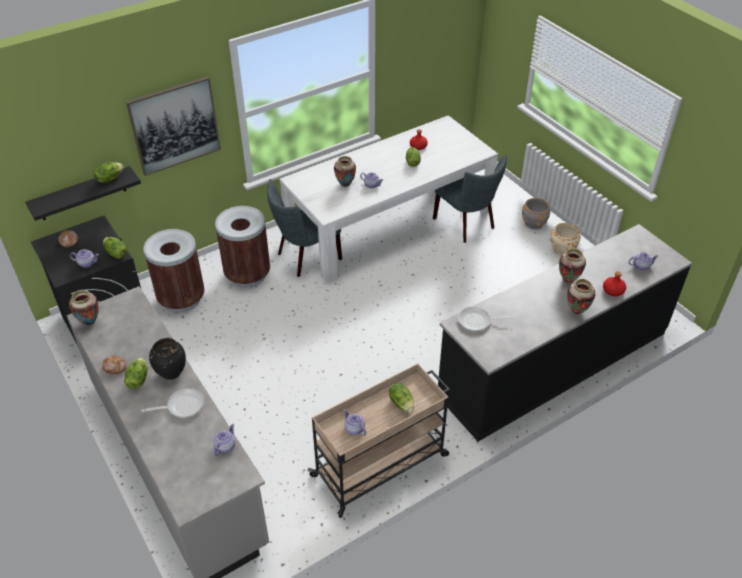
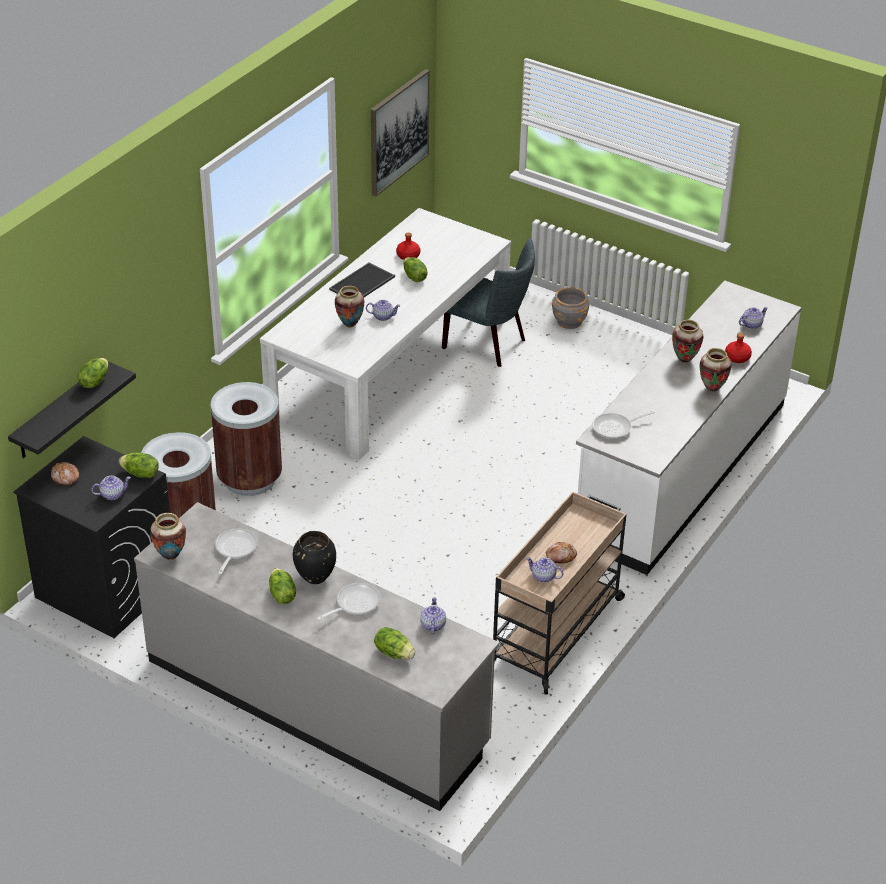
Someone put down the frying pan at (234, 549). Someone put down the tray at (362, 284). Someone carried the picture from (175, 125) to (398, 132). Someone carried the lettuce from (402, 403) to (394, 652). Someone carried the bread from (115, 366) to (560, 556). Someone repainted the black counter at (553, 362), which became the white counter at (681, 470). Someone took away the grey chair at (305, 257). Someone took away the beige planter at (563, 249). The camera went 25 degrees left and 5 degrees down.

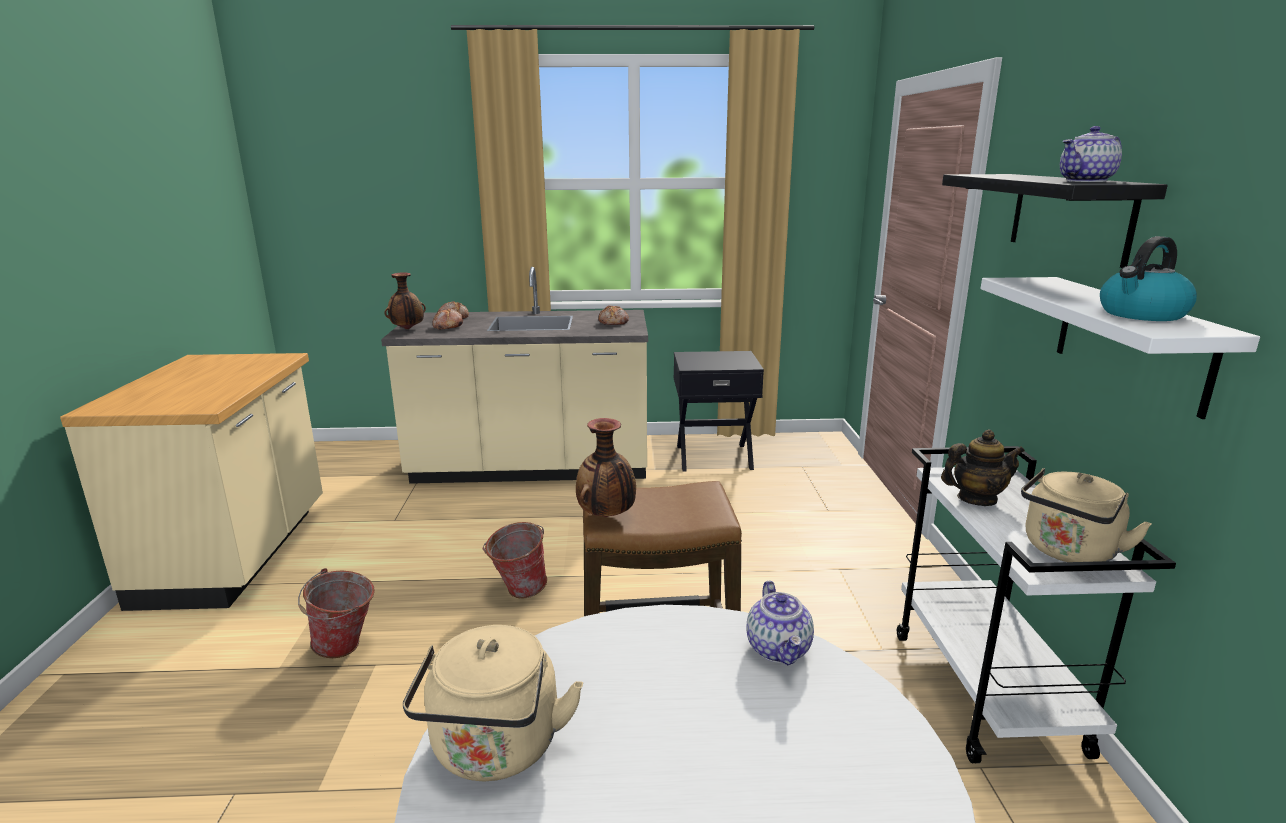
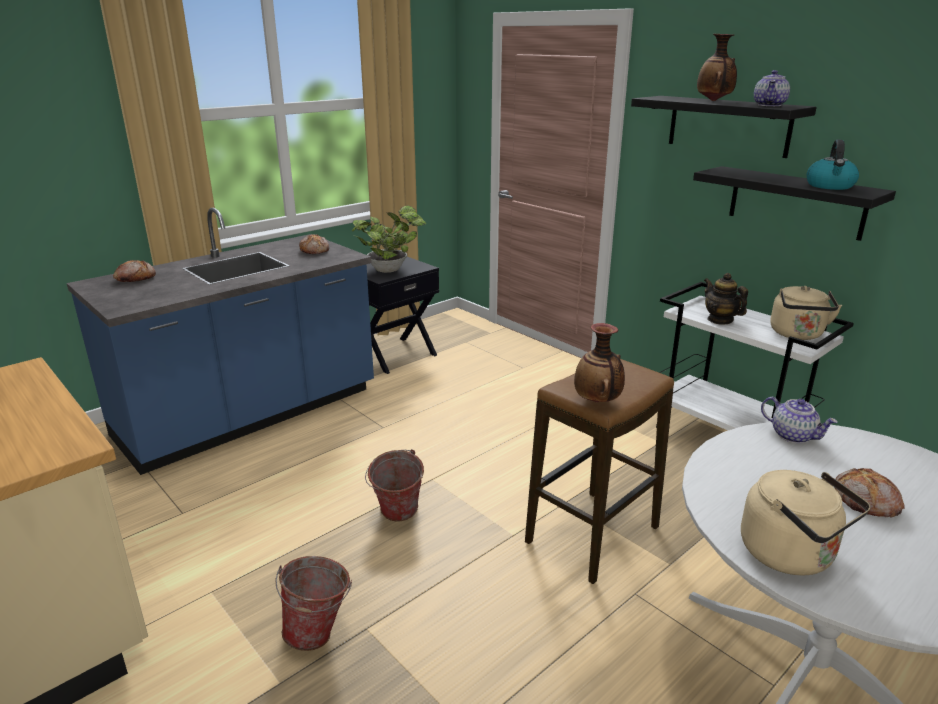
Someone repainted the beige counter at (531, 467), which became the blue counter at (249, 414). Someone put down the potted plant at (390, 269). Someone repainted the white shelf at (1130, 341), which became the black shelf at (796, 202). Someone carried the vase from (407, 329) to (714, 101). Someone rotated the teapot at (976, 499) by 75 degrees counterclockwise. Someone carried the bread from (447, 327) to (866, 501). The camera went 40 degrees left and 5 degrees up.

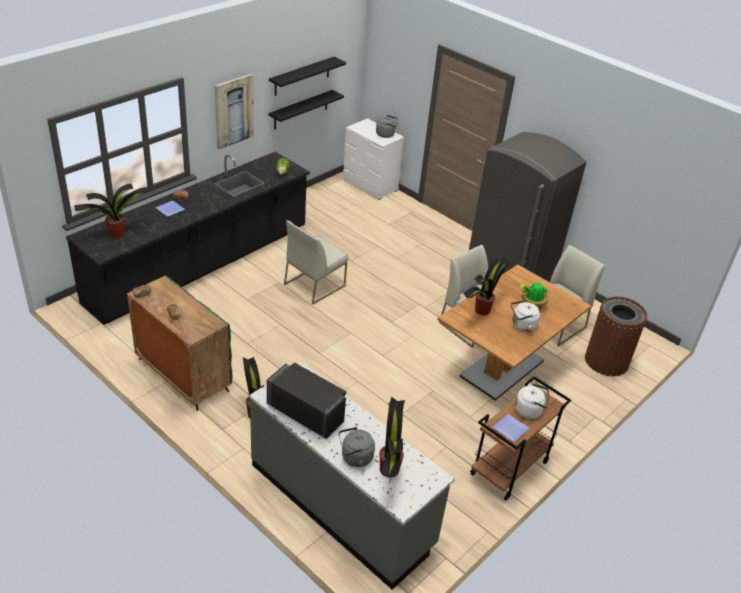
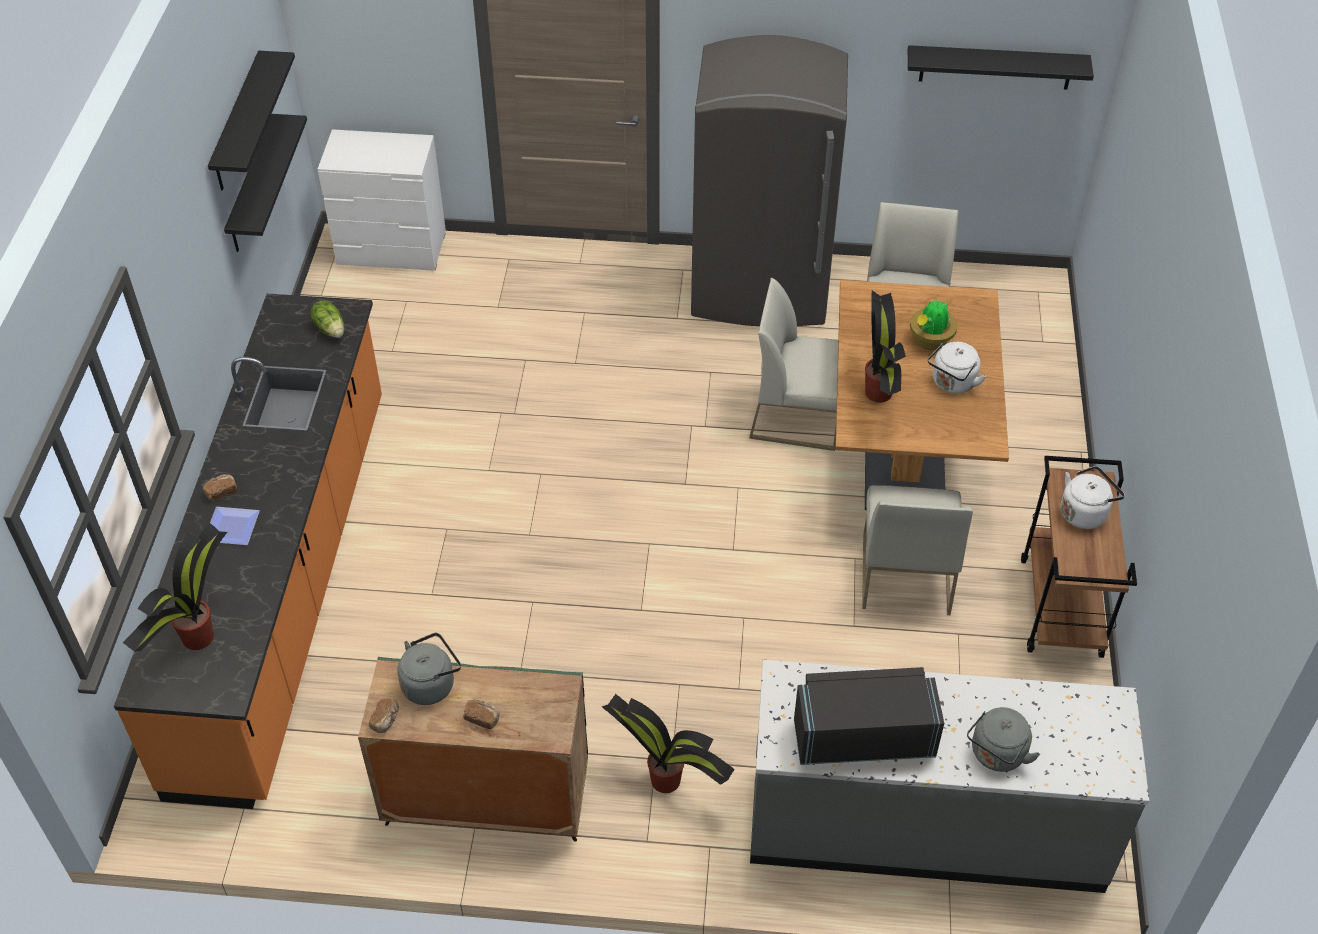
Someone repainted the black counter at (200, 266), which became the orange counter at (286, 584). Someone carried the grey kettle from (386, 134) to (431, 684). Someone carried the white chair from (314, 284) to (904, 573). Someone put up the black shelf at (995, 67). Someone took away the picture at (233, 111). Someone took away the potted plant at (389, 471). Someone took away the plate at (510, 430). Someone took away the brown trash can at (606, 361). The camera went 35 degrees left and 10 degrees up.

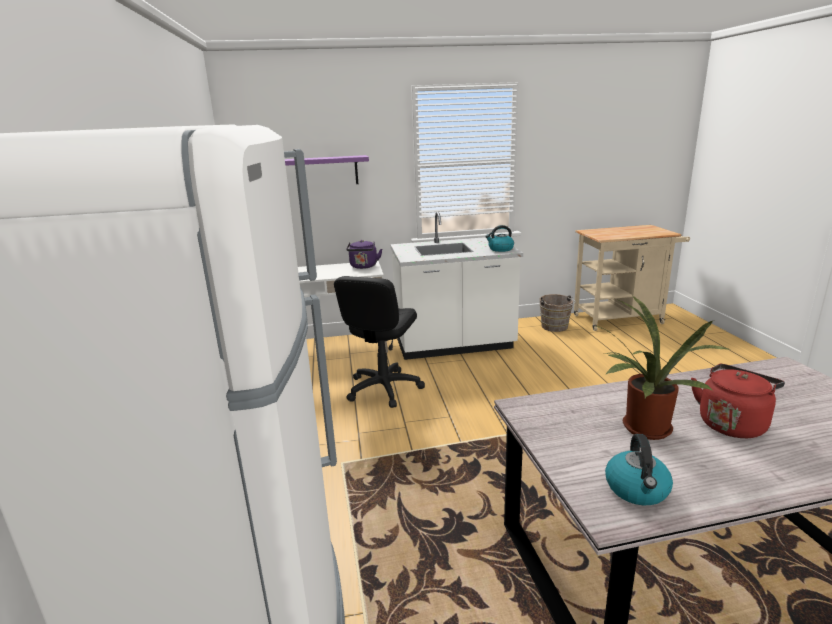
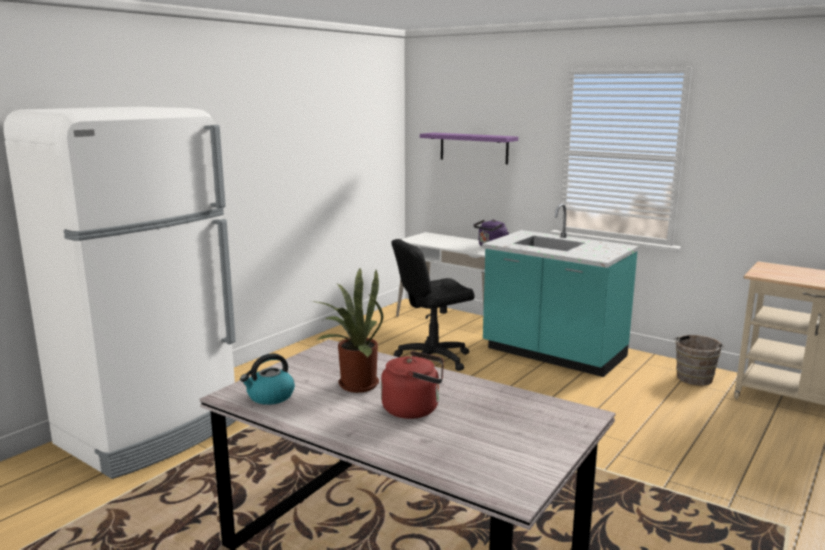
Someone repainted the white counter at (454, 345), which became the turquoise counter at (553, 354). Someone took away the kettle at (500, 249). The camera went 45 degrees right and 5 degrees down.

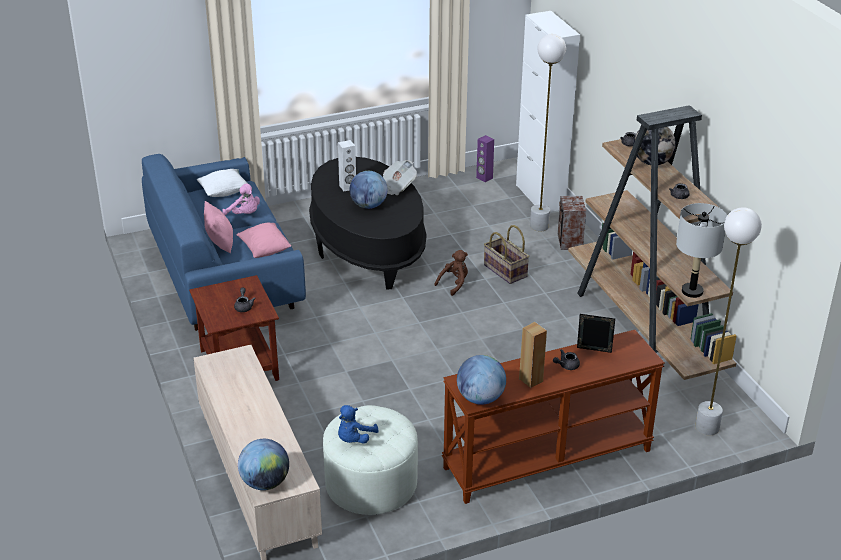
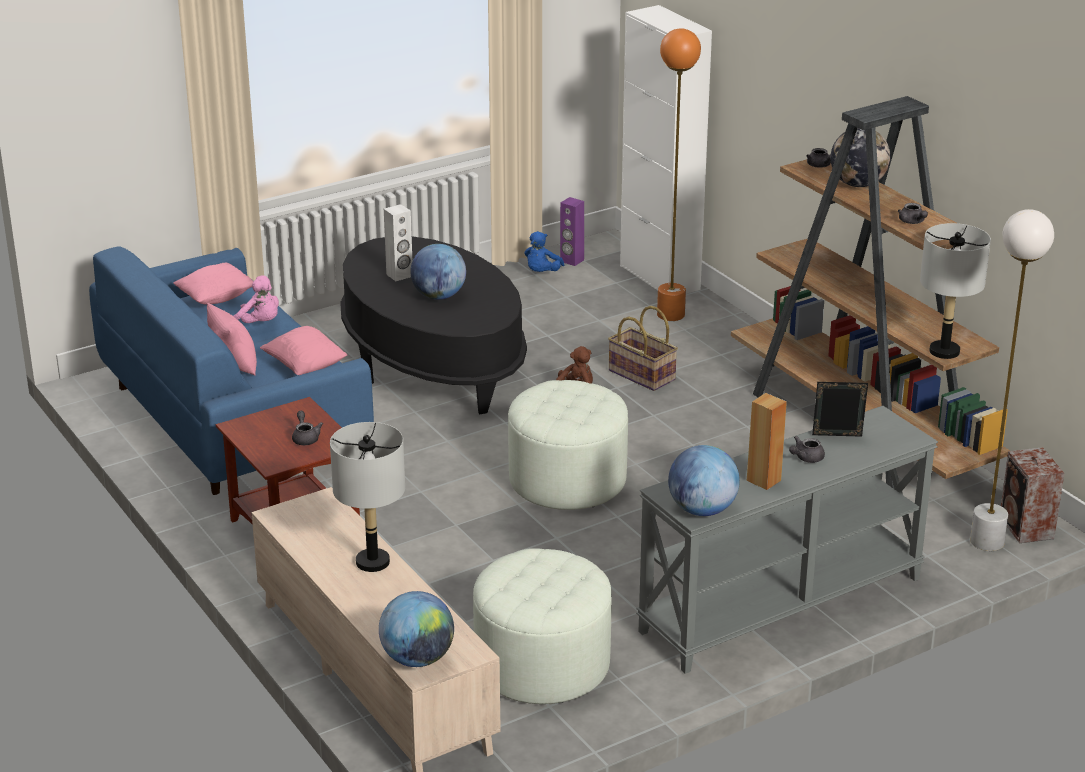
Someone repainted the white pillow at (224, 192), which became the pink pillow at (217, 298). Someone put down the grey table lamp at (372, 562). Someone put down the white ottoman at (567, 480). Someone carried the blue plush toy from (354, 439) to (542, 273). Someone repainted the brown console table at (547, 460), which became the grey console table at (782, 606). Someone repainted the white floor lamp at (539, 226), which became the orange floor lamp at (671, 315). Someone carried the speaker from (569, 242) to (1026, 528). Someone took away the newspaper at (396, 187). The camera went 10 degrees left and 5 degrees down.

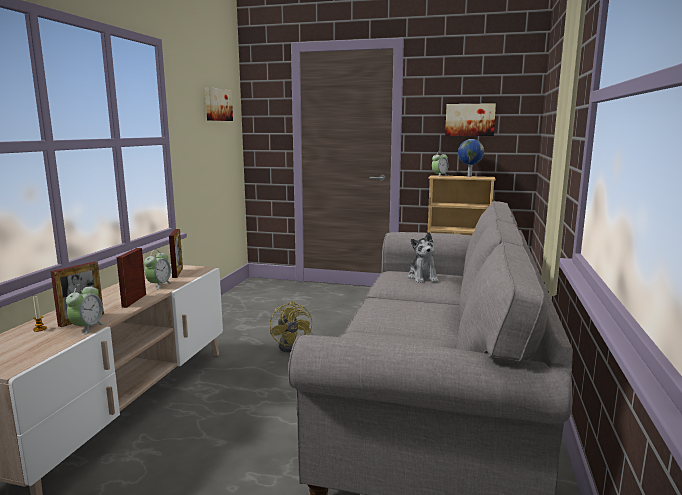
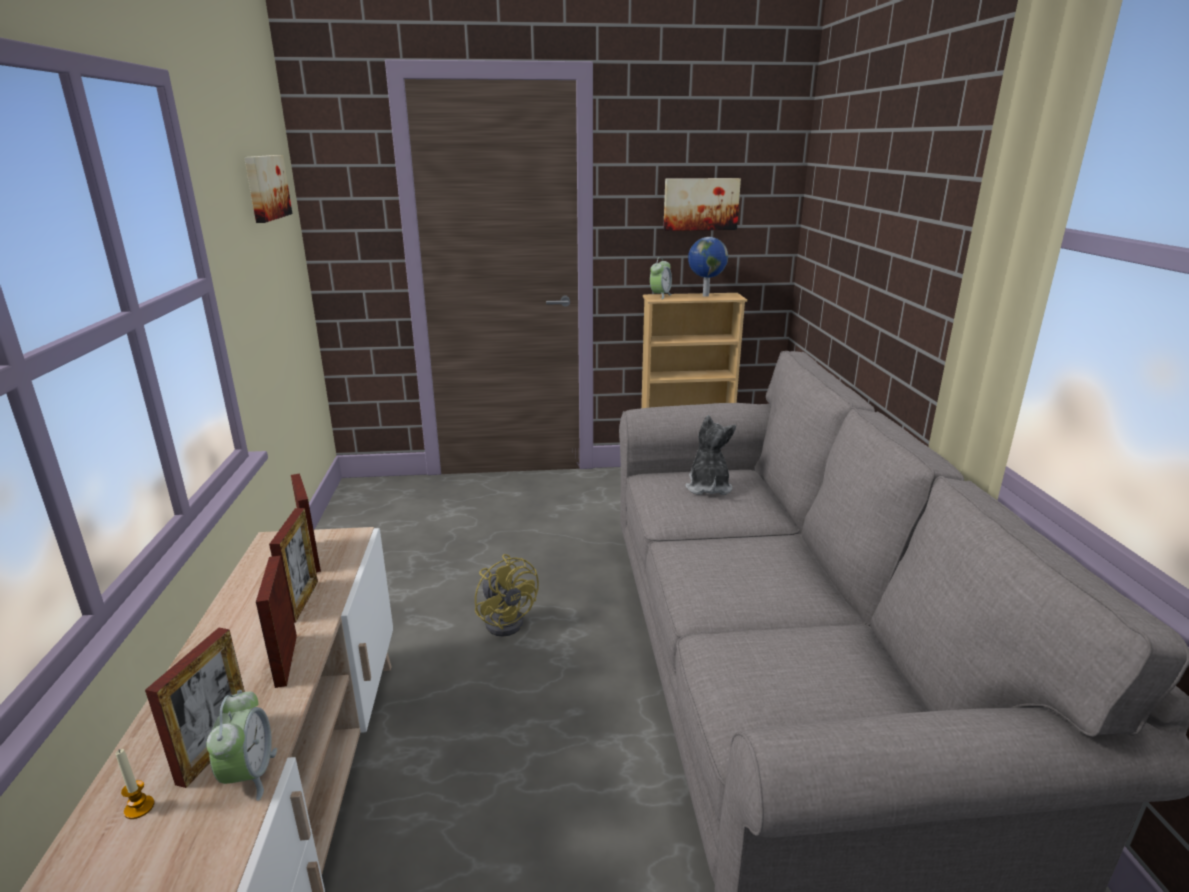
Someone swapped the alarm clock at (159, 285) for the picture frame at (302, 601). Someone rotated the plush toy at (423, 278) by 150 degrees counterclockwise. The camera went 20 degrees left and 10 degrees up.

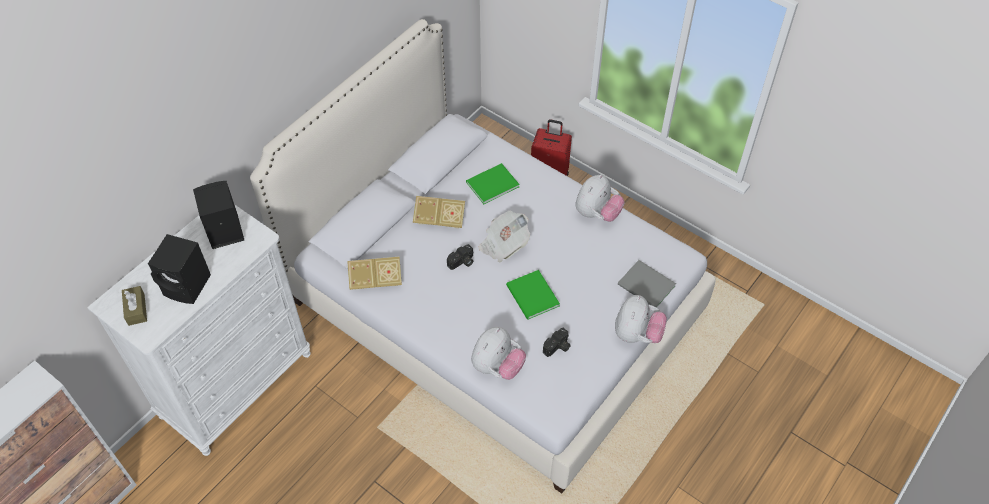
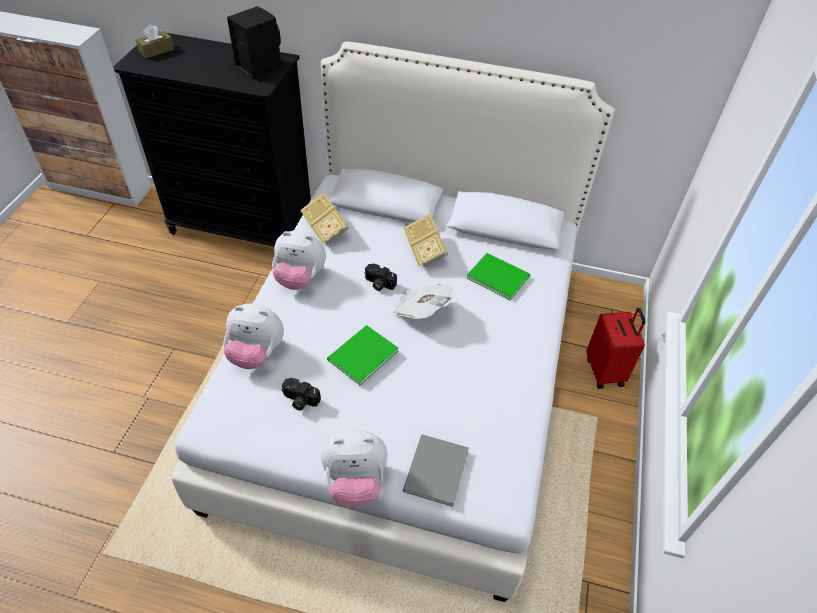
Someone repainted the white dresser at (236, 385), which became the black dresser at (242, 227). Someone carried the plush toy from (597, 213) to (300, 278). Someone took away the black speaker at (188, 286). The camera went 65 degrees right and 5 degrees down.

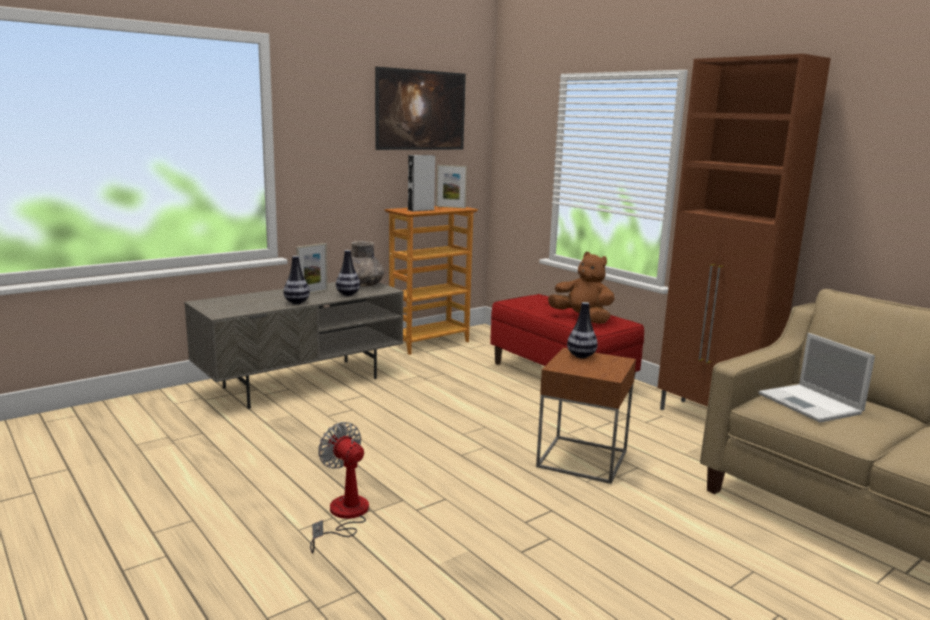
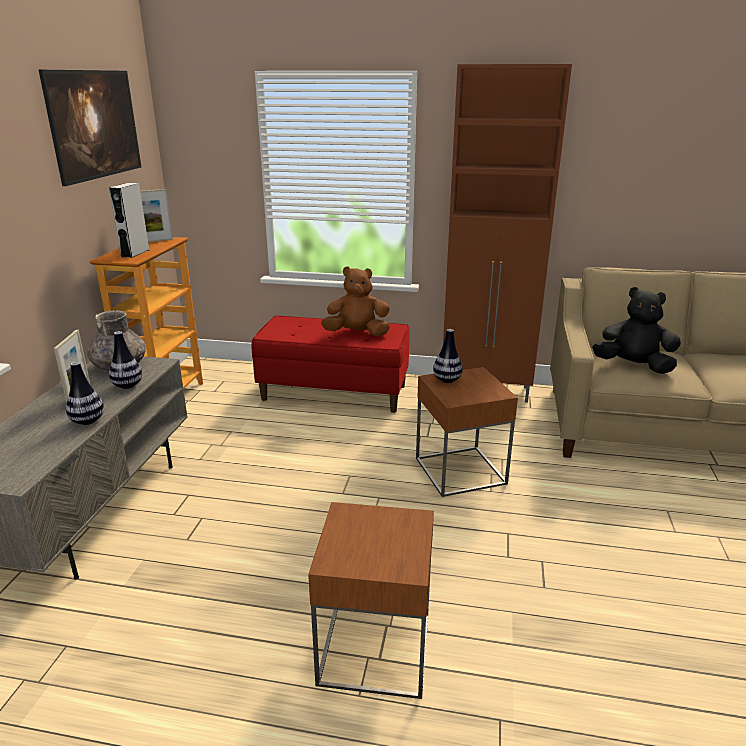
Someone swapped the fan at (344, 516) for the brown side table at (375, 649). Someone swapped the laptop at (811, 404) for the black plush toy at (633, 366). The camera went 40 degrees left and 10 degrees up.

